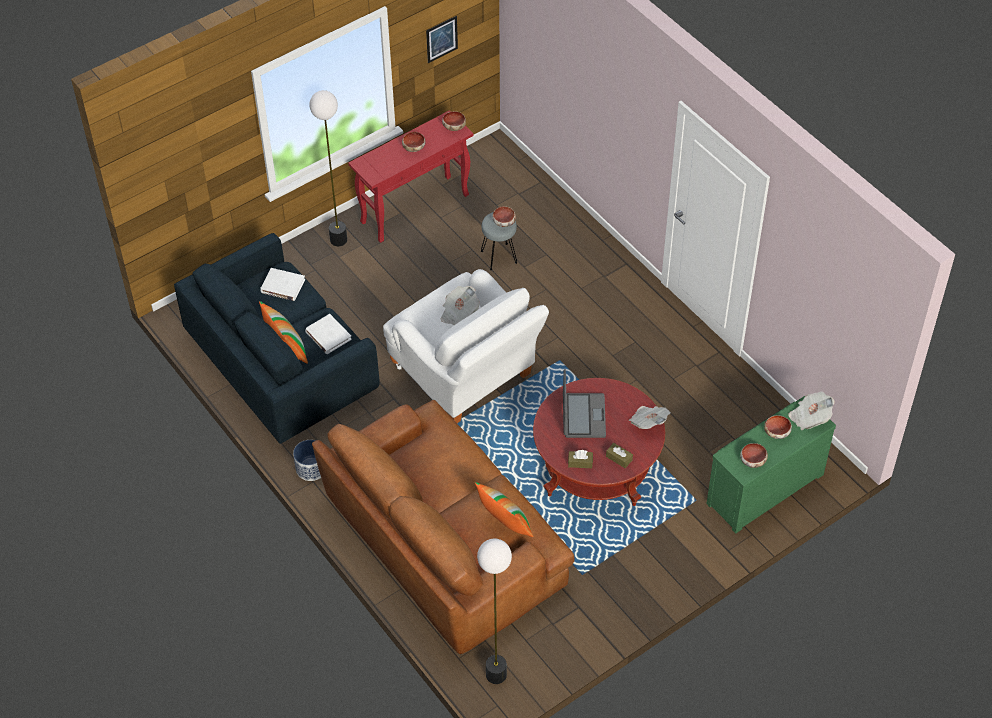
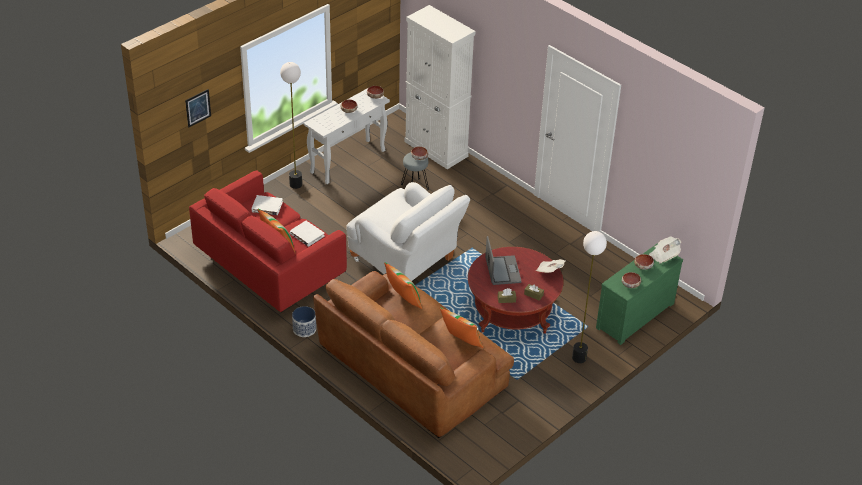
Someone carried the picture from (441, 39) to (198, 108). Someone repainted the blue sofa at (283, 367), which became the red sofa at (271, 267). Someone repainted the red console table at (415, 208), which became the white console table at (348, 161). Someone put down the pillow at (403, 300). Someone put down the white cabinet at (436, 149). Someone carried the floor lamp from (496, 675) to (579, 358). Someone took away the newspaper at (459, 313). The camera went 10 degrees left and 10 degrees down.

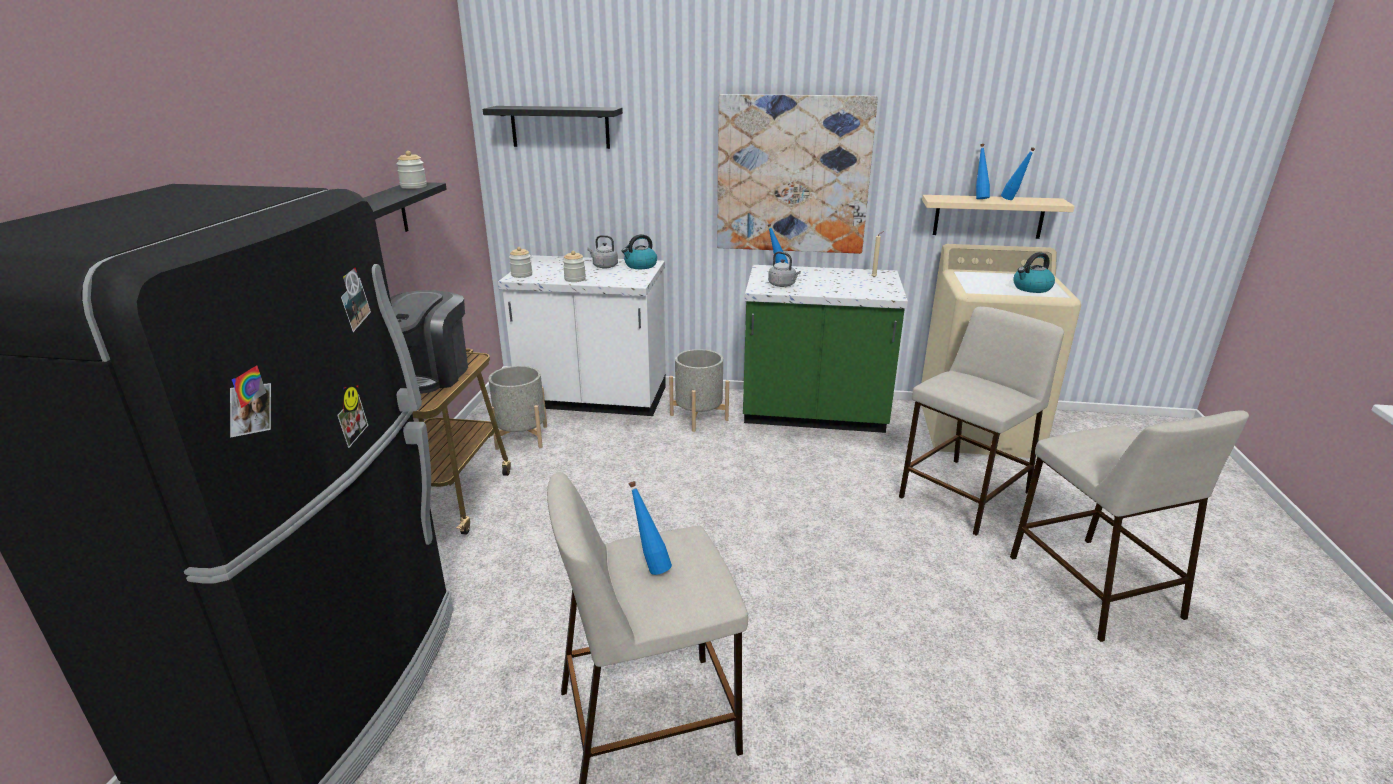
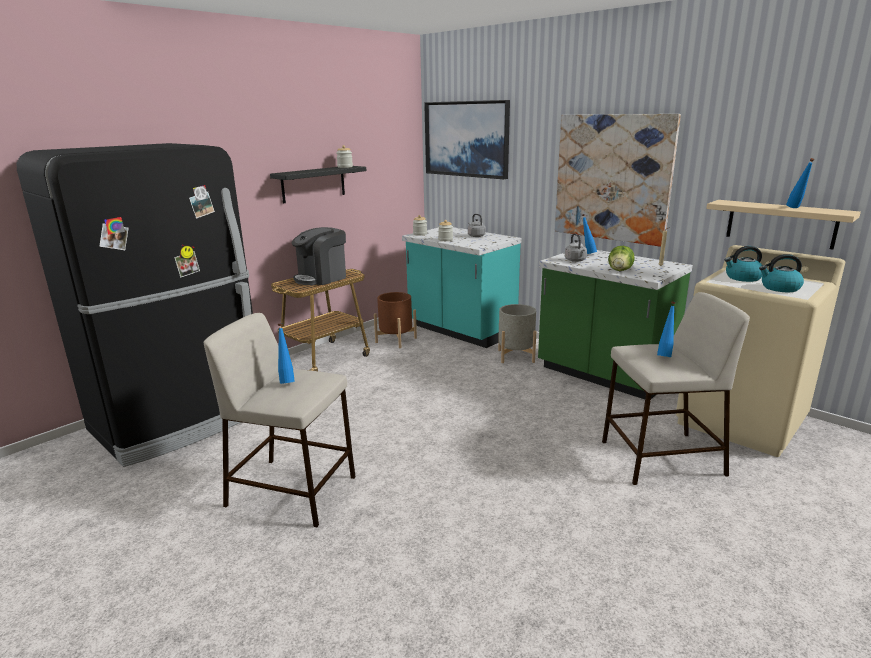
Someone repainted the grey planter at (522, 437), which became the brown planter at (396, 340). Someone repainted the white counter at (593, 400), which became the turquoise counter at (460, 331). Someone swapped the black shelf at (560, 127) for the picture at (466, 139). Someone put down the lettuce at (620, 270). Someone carried the blue bottle from (979, 198) to (664, 355). Someone carried the kettle from (640, 266) to (742, 278). Someone took away the beige stool at (1091, 585). The camera went 35 degrees right and 5 degrees down.

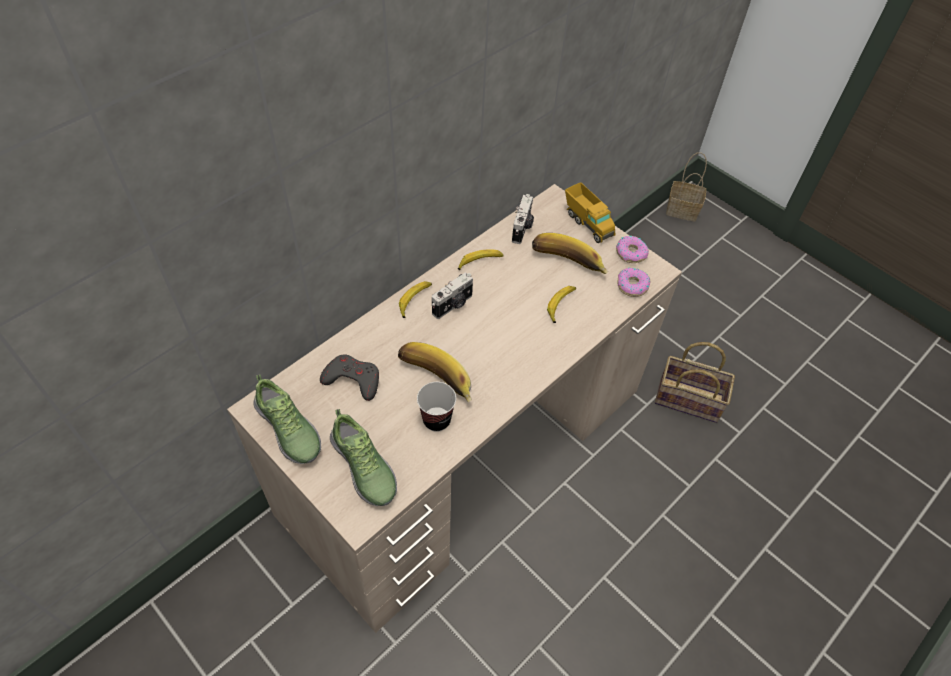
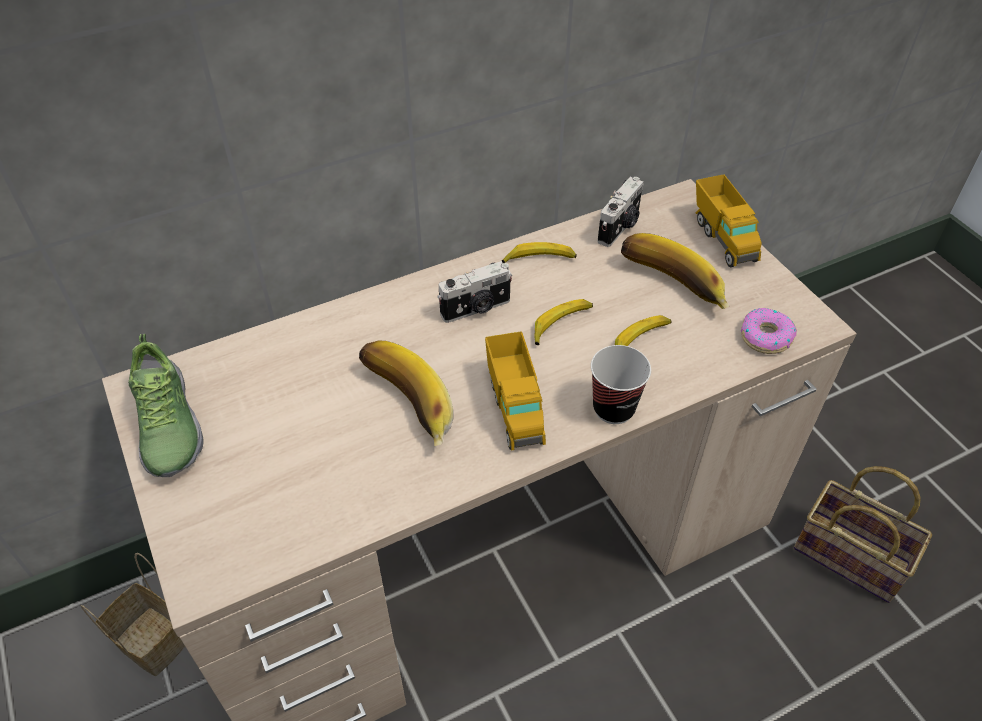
Someone carried the basket from (683, 210) to (155, 641). Someone put down the toy truck at (515, 407). Someone carried the banana from (414, 300) to (560, 325). Someone carried the cup from (436, 420) to (613, 408). Someone took away the grey game controller at (352, 379). Someone took away the shoe at (364, 468). Someone took away the donut at (631, 253). The camera went 20 degrees right and 5 degrees down.

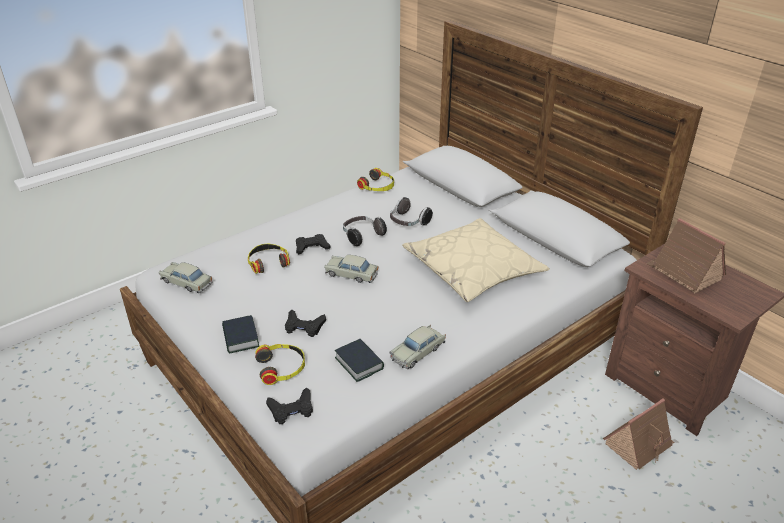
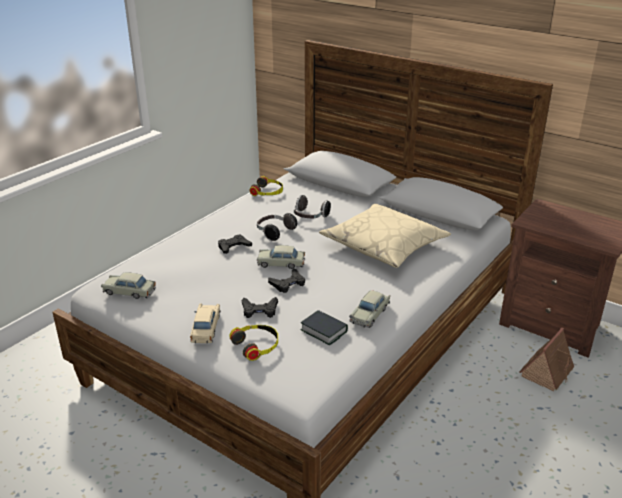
Someone swapped the book at (240, 338) for the beige toy car at (205, 328). Someone carried the black game controller from (291, 409) to (288, 284). Someone took away the headphones at (268, 262). Someone took away the toy house at (684, 272). The camera went 15 degrees left and 5 degrees down.

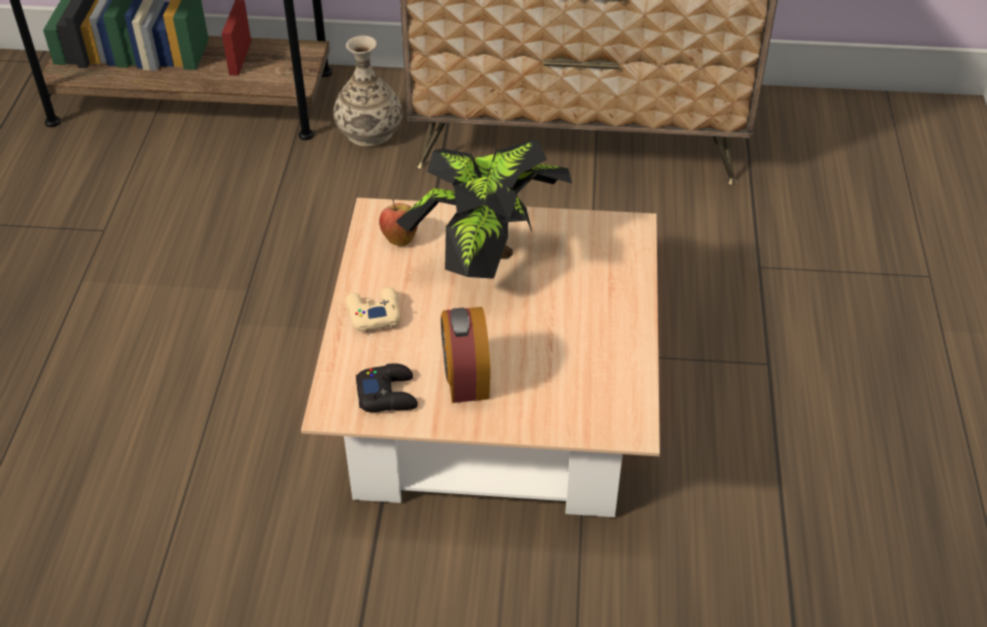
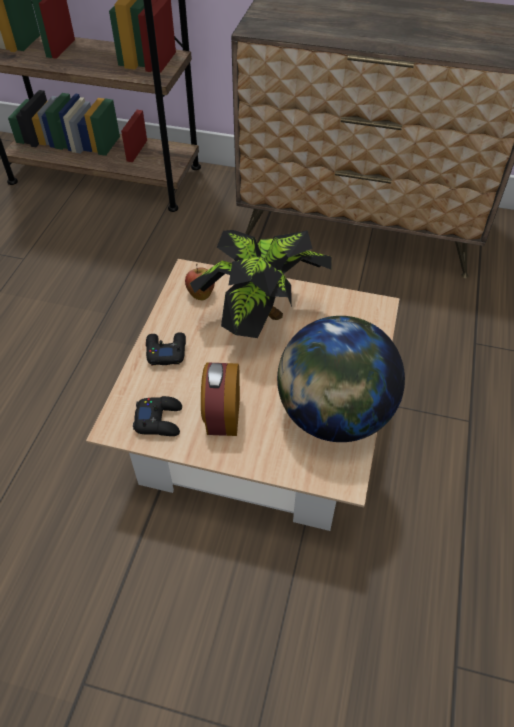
Someone repainted the beige game controller at (373, 313), which became the black game controller at (166, 351). Someone put down the globe at (333, 415). Someone took away the vase at (369, 132). The camera went 10 degrees right and 5 degrees up.

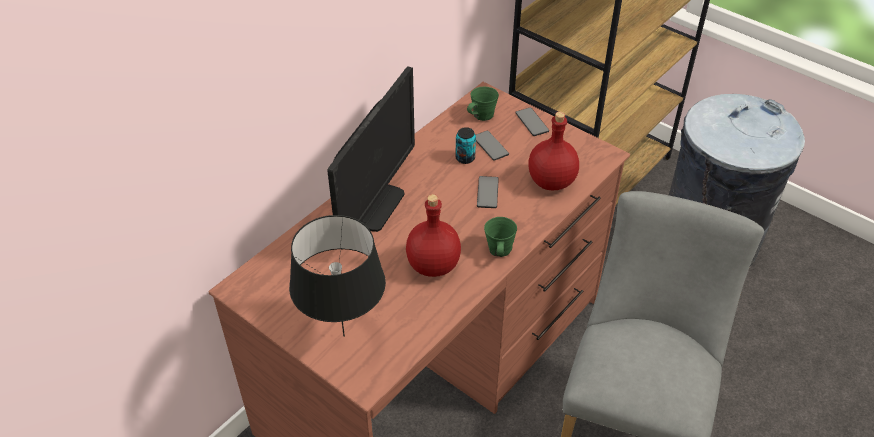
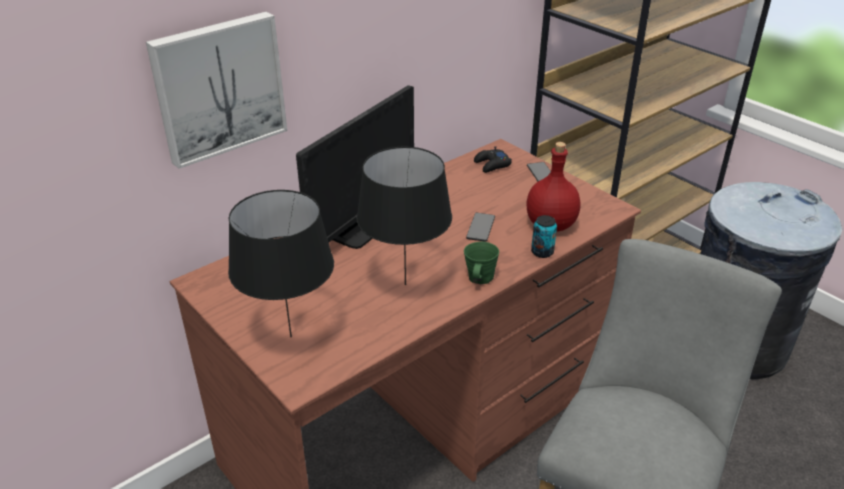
Someone put up the picture at (218, 87). Someone swapped the red bottle at (432, 265) for the black table lamp at (404, 284). Someone swapped the green mug at (482, 116) for the black game controller at (492, 165). Someone carried the can from (465, 158) to (542, 252). Someone took away the phone at (490, 146). The camera went 10 degrees right and 10 degrees down.

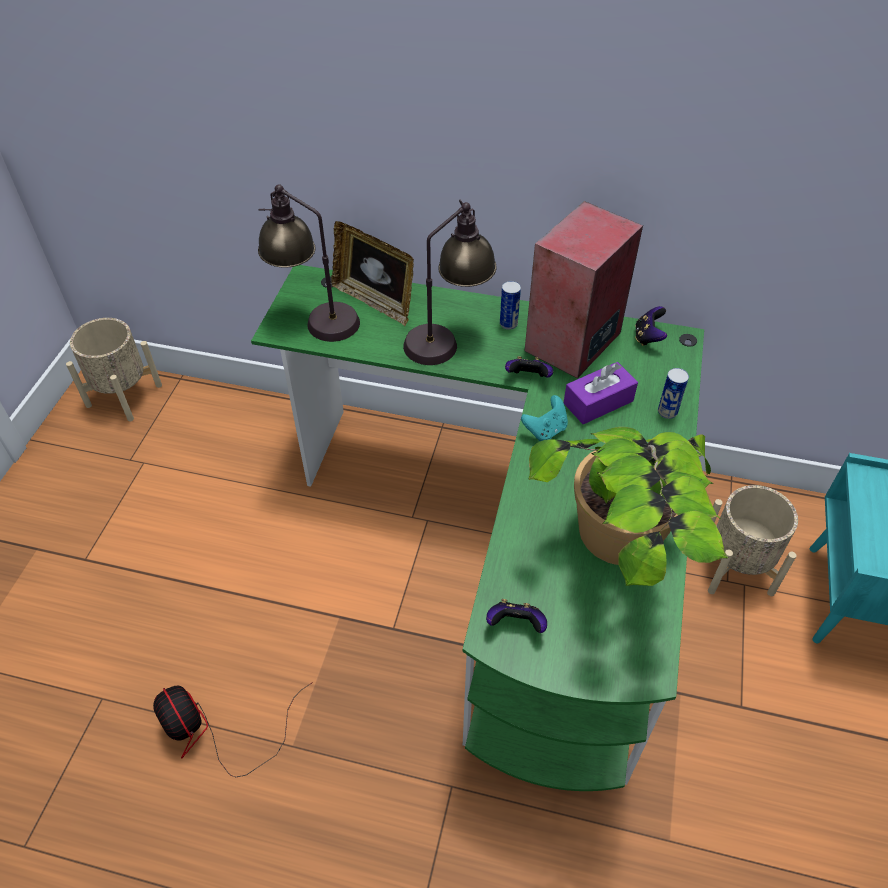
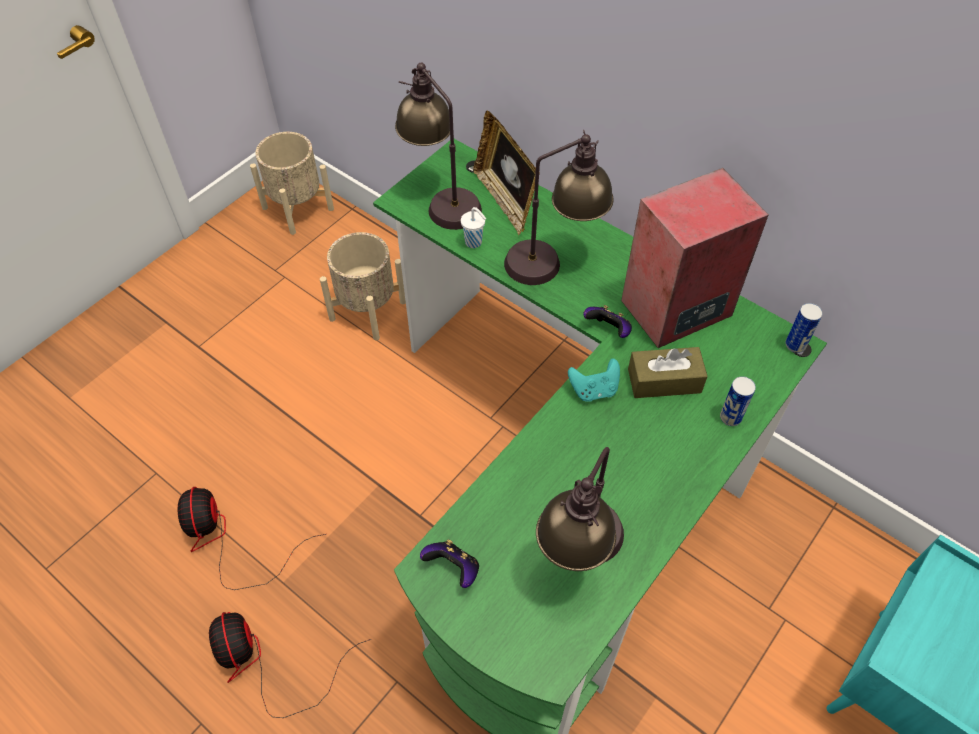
Someone put down the fan at (265, 663). Someone carried the beige planter from (735, 567) to (367, 310). Someone put down the white cup at (474, 243). Someone swapped the potted plant at (615, 568) for the table lamp at (578, 555). Someone repainted the purple tissue box at (598, 402), which became the brown tissue box at (664, 381). Someone carried the can from (508, 324) to (795, 345). Someone took away the game controller at (648, 337). The camera went 25 degrees right and 5 degrees up.

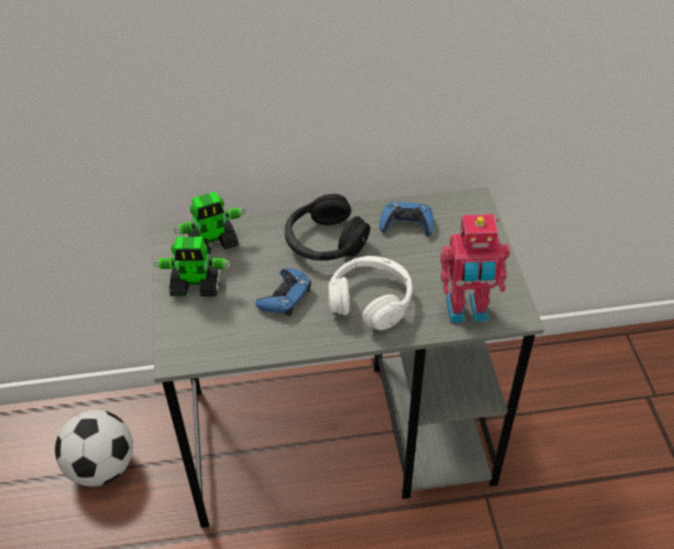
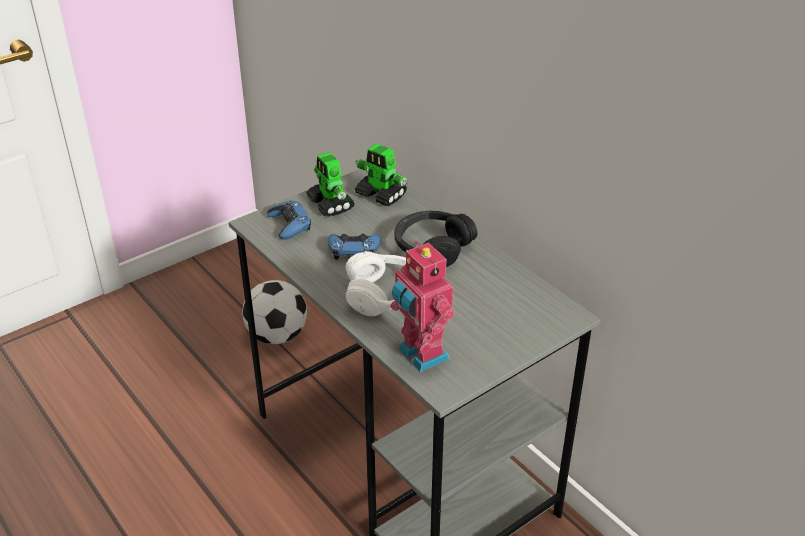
Someone carried the blue game controller from (406, 224) to (289, 224). The camera went 60 degrees right and 10 degrees down.

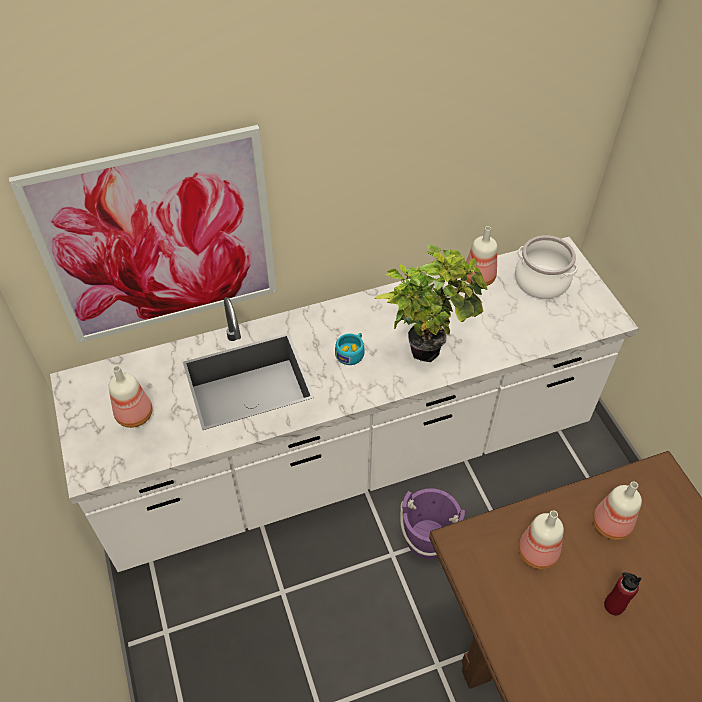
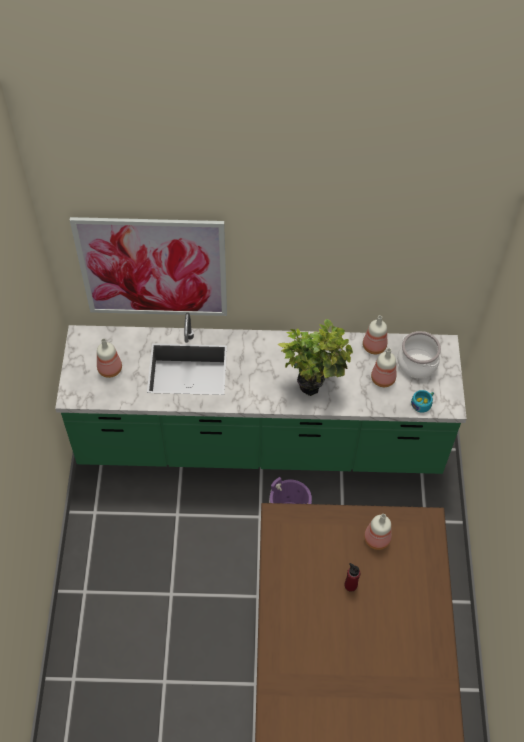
Someone repainted the white counter at (351, 459), which became the green counter at (260, 442). Someone carried the bottle from (538, 552) to (383, 379). Someone carried the turquoise cup from (351, 352) to (422, 403). The camera went 20 degrees right and 5 degrees up.

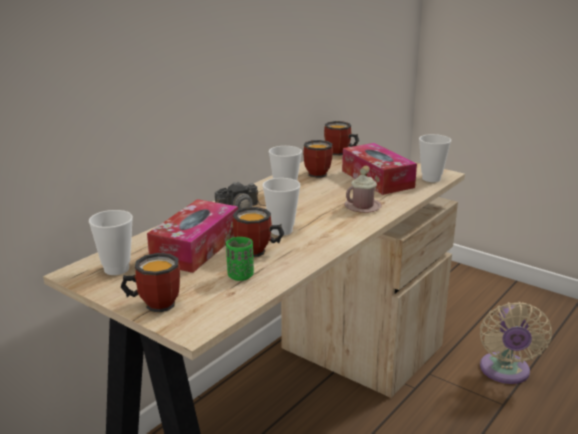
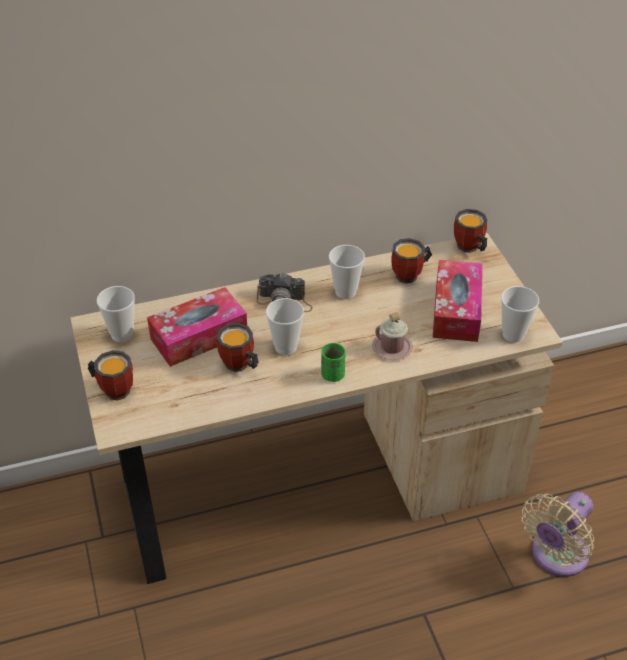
Someone carried the green cup from (240, 276) to (333, 375). The camera went 35 degrees right and 20 degrees up.

